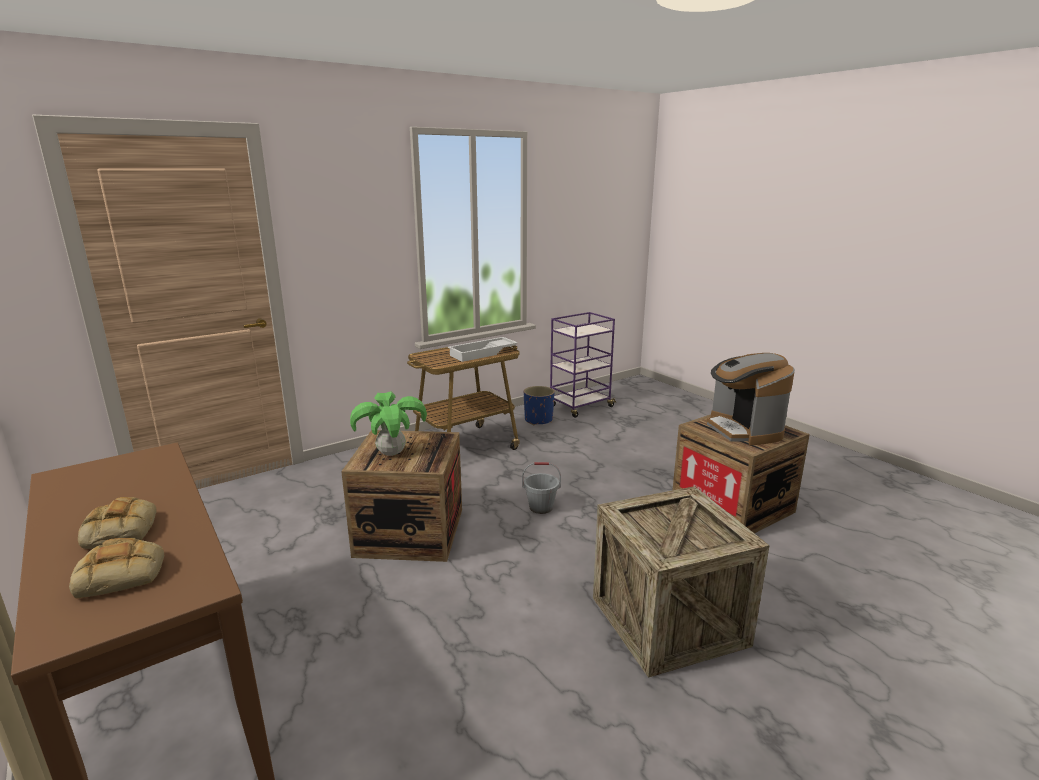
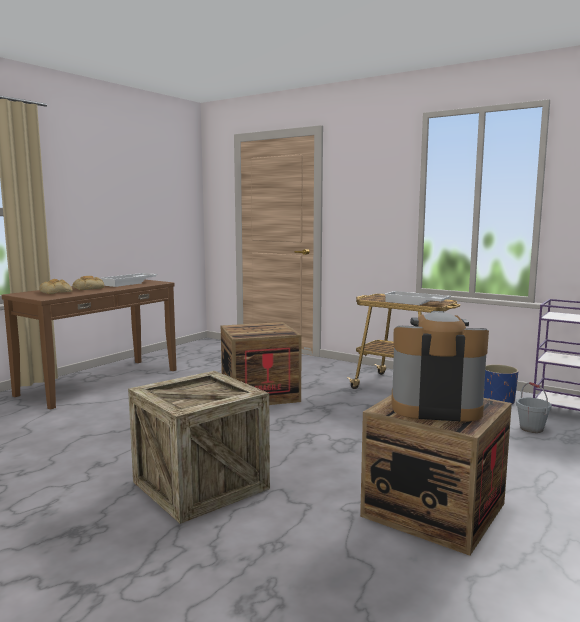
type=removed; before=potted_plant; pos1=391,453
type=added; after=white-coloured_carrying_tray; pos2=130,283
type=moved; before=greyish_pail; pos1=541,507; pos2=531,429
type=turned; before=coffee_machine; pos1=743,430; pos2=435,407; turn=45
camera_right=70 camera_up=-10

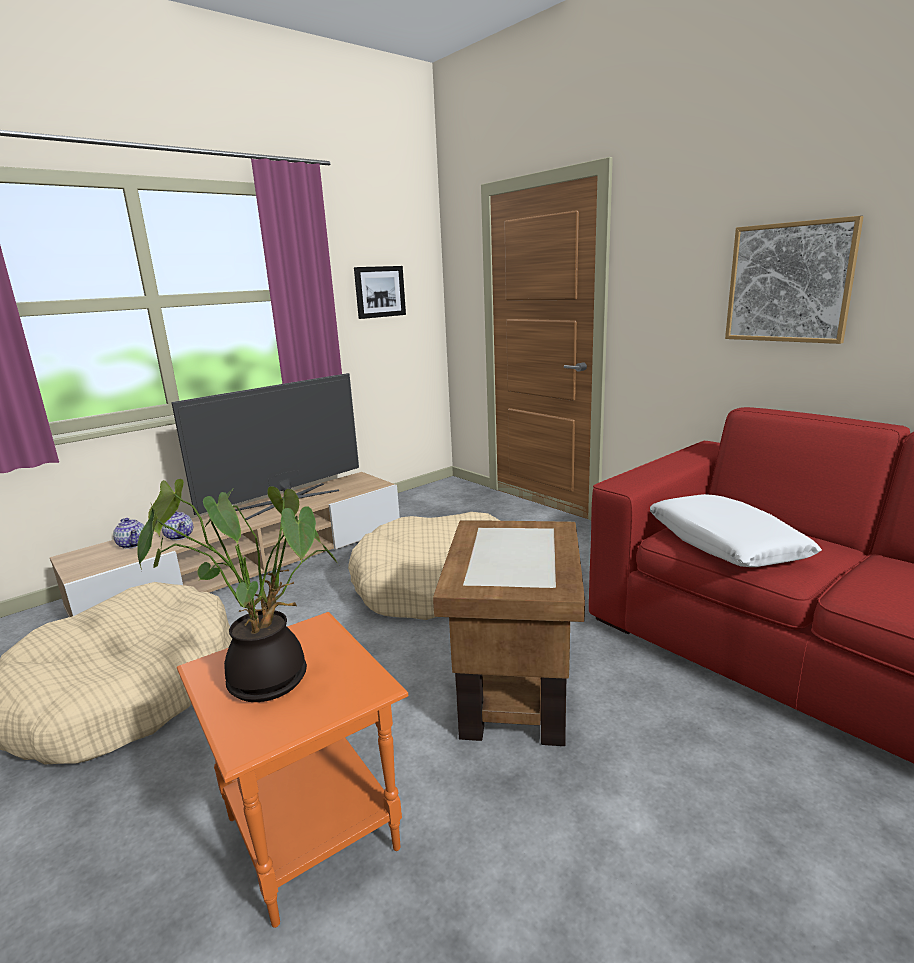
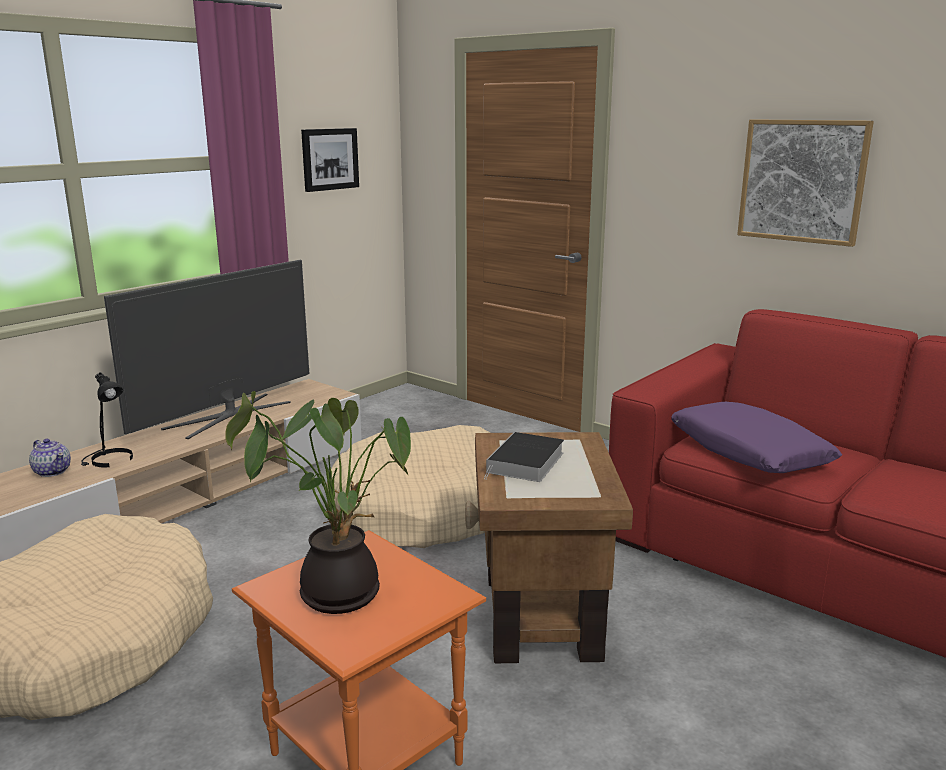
type=added; after=bound_book; pos2=525,463
type=replaced; before=pot_for_tea; after=blackish_tabletop_lamp; pos1=179,536; pos2=109,460
type=recoloured; before=white-coloured_cushion; after=purple-coloured_cushion; pos1=724,544; pos2=748,452
camera_right=-10 camera_up=0

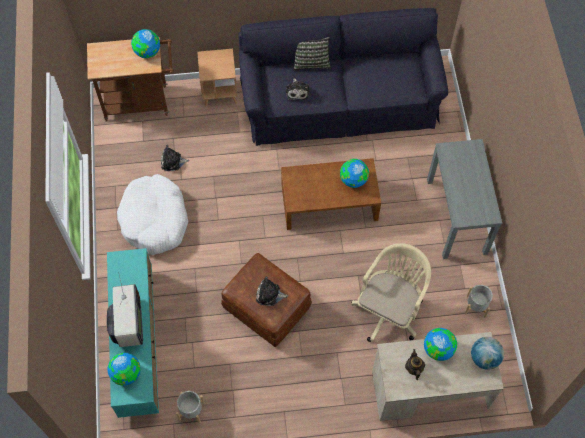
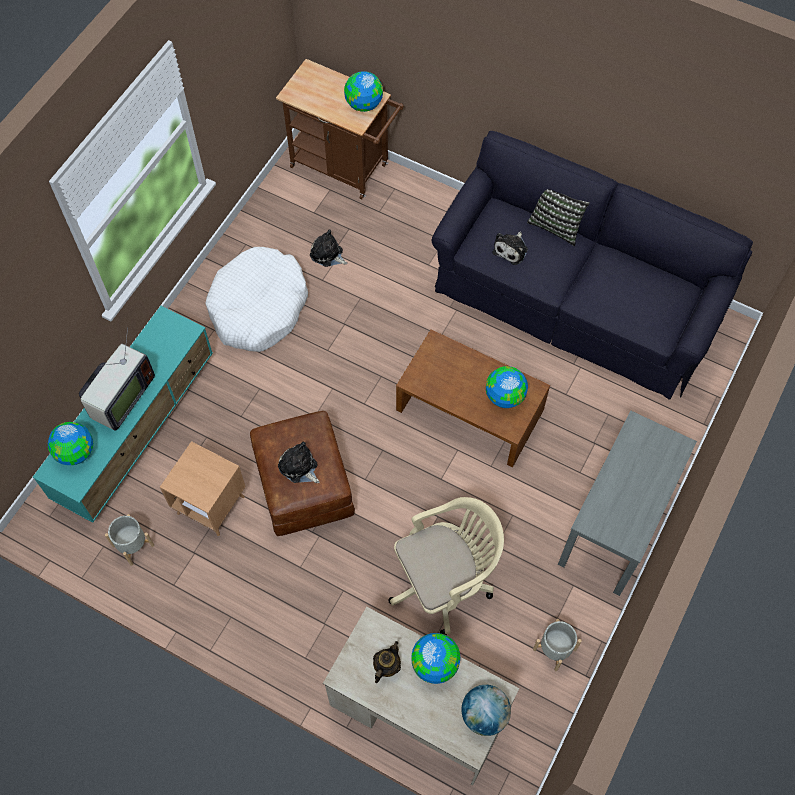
type=moved; before=brown-coloured_side_table; pos1=219,92; pos2=211,505
camera_right=35 camera_up=0

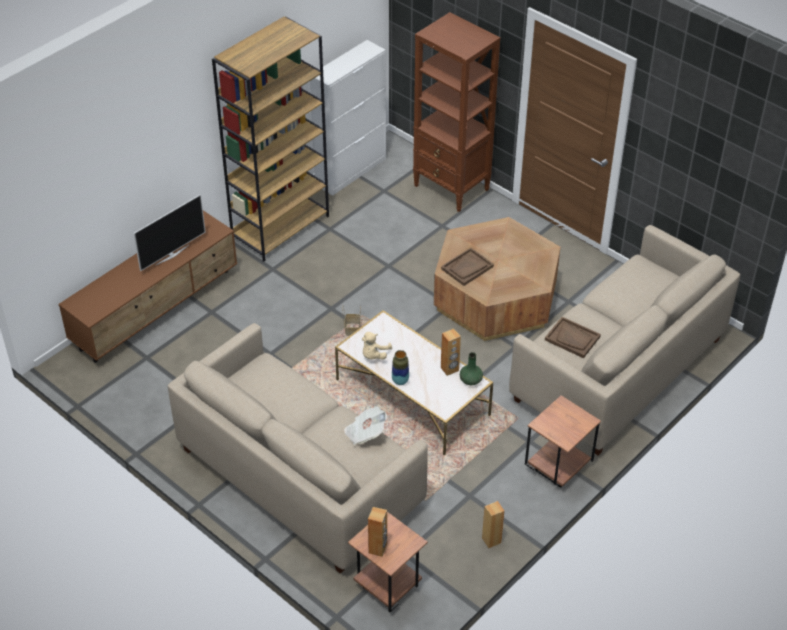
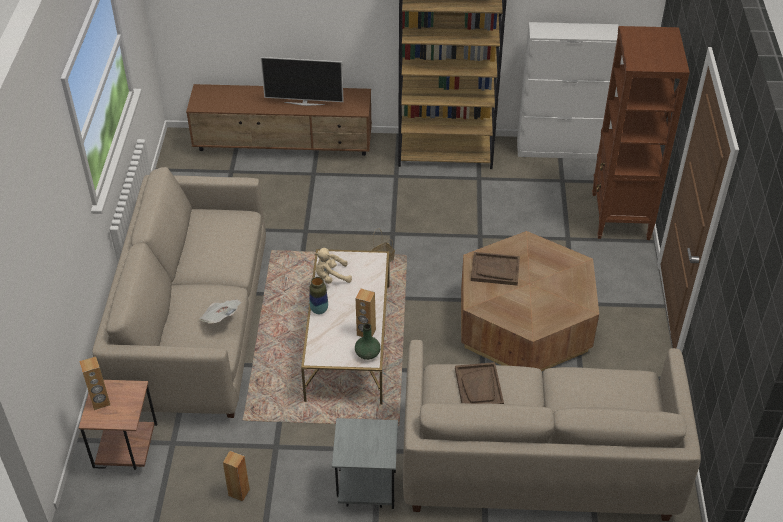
type=recoloured; before=brown-coloured_side_table; after=greyish_side_table; pos1=558,470; pos2=366,492
camera_right=50 camera_up=0

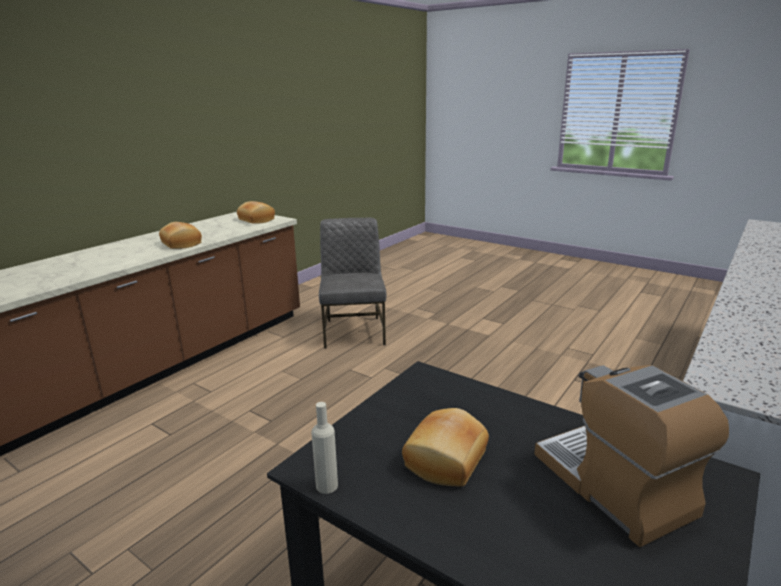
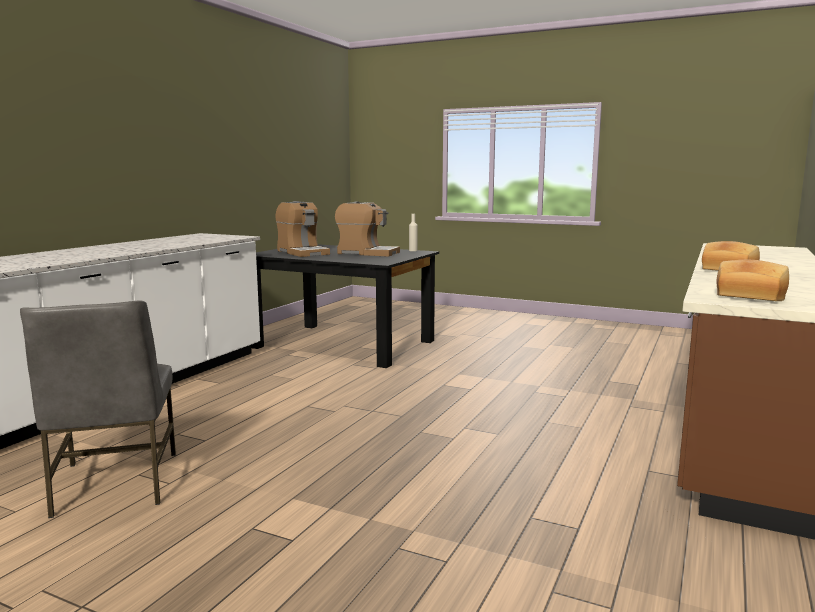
type=moved; before=greyish_chair; pos1=354,331; pos2=114,484
type=replaced; before=baked_bread; after=coffee_machine; pos1=447,461; pos2=367,253
camera_right=170 camera_up=-10

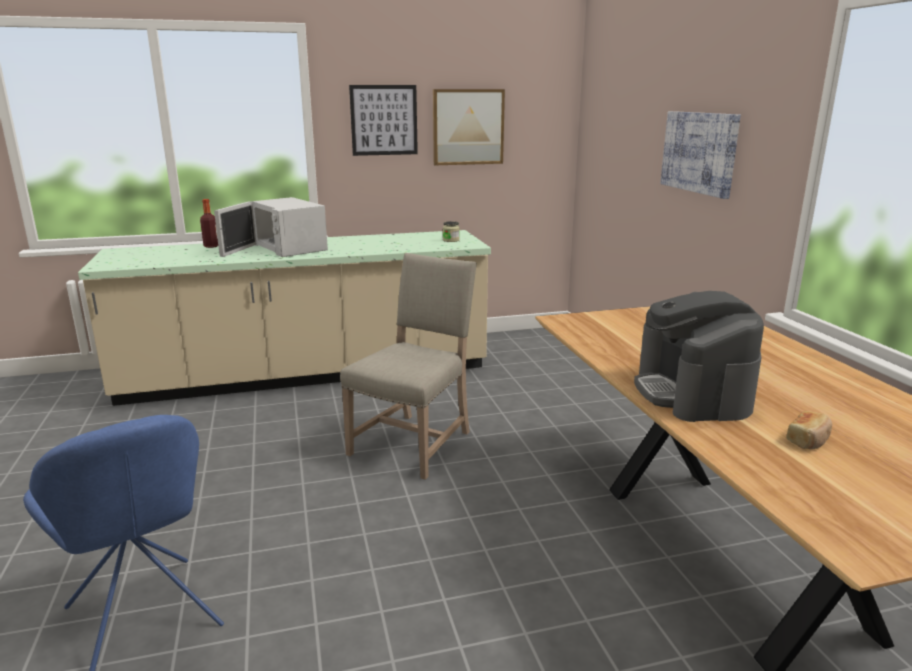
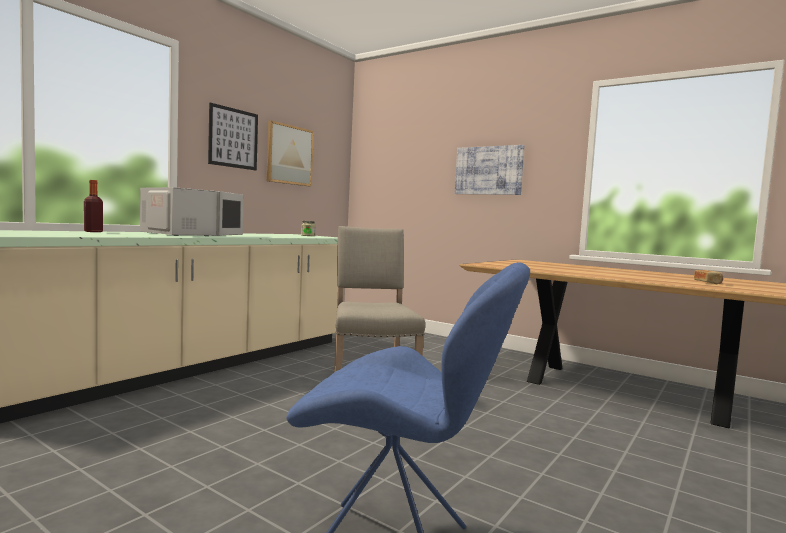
type=removed; before=coffee_machine; pos1=692,393
type=turned; before=white-coloured_kitchen_microwave; pos1=285,248; pos2=183,234; turn=-150
camera_right=-40 camera_up=-15

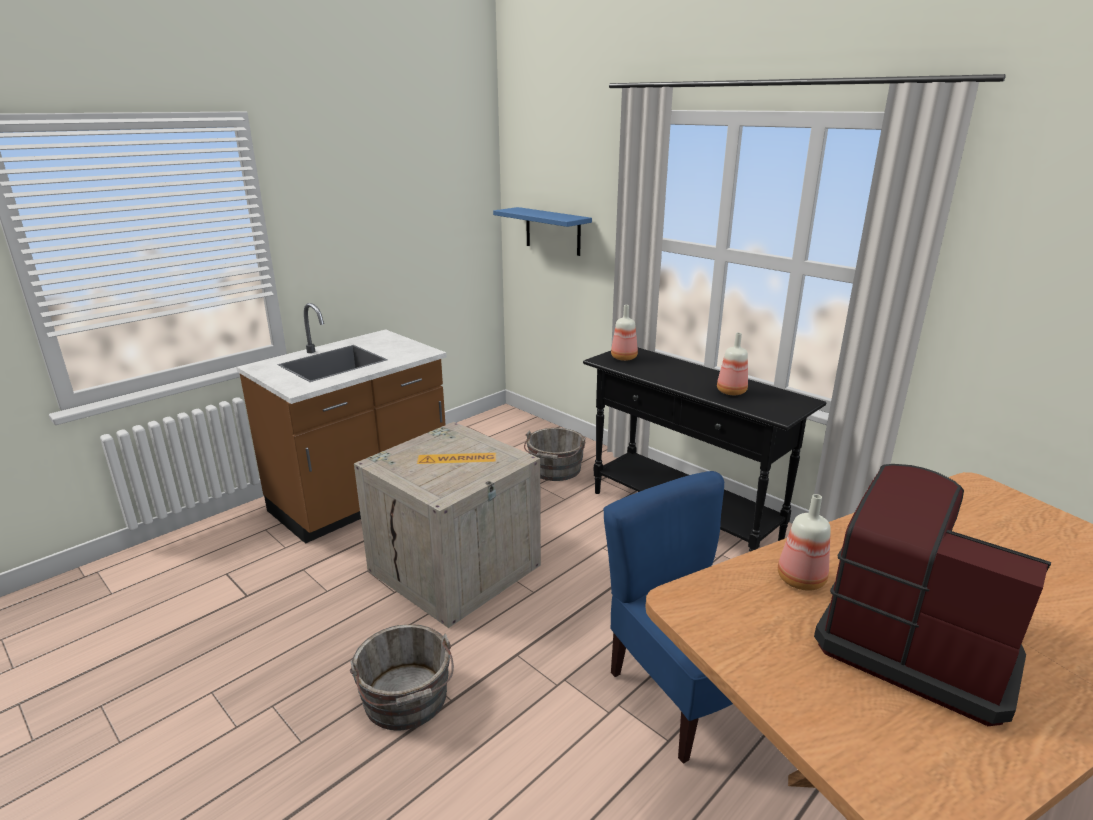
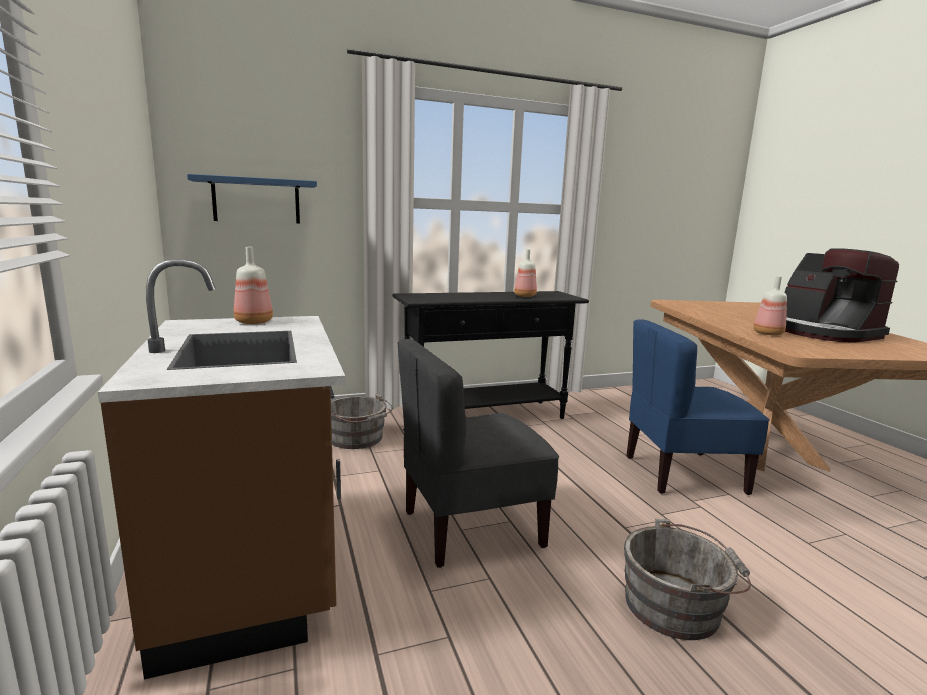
type=moved; before=beverage_bottle; pos1=624,357; pos2=253,322
type=replaced; before=crate; after=greyish_chair; pos1=454,566; pos2=471,528
type=turned; before=coffee_machine; pos1=914,645; pos2=823,333; turn=-90
camera_right=-65 camera_up=-10

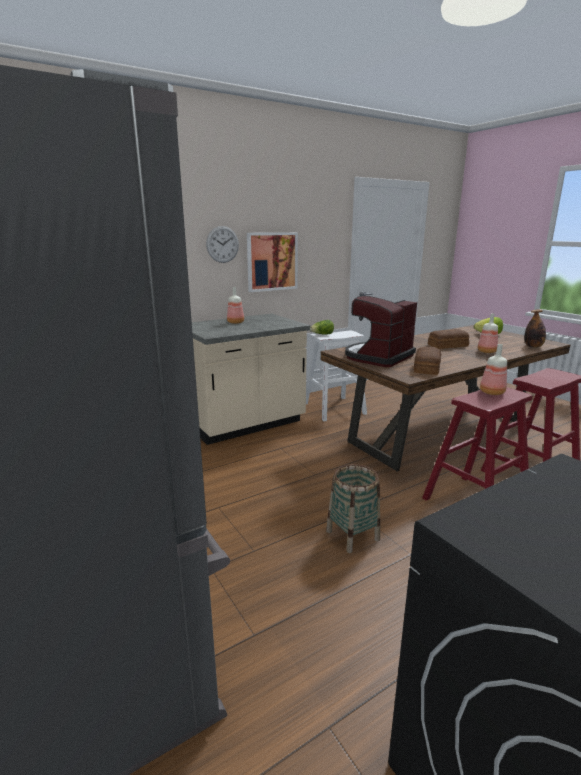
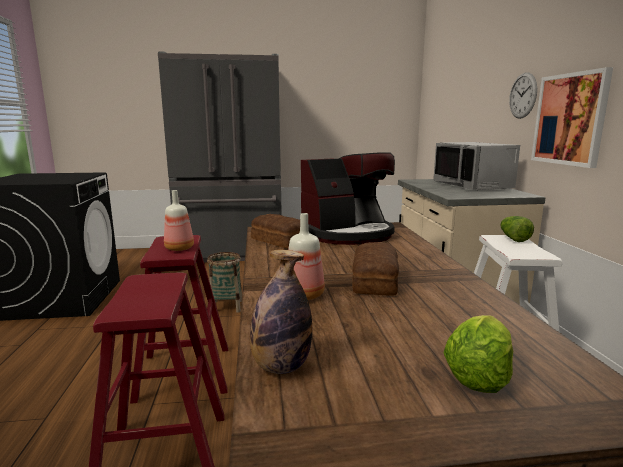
type=replaced; before=beverage_bottle; after=greyish_kitchen_microwave; pos1=235,322; pos2=473,186
type=turned; before=coffee_machine; pos1=378,357; pos2=347,234; turn=90
camera_right=115 camera_up=-5

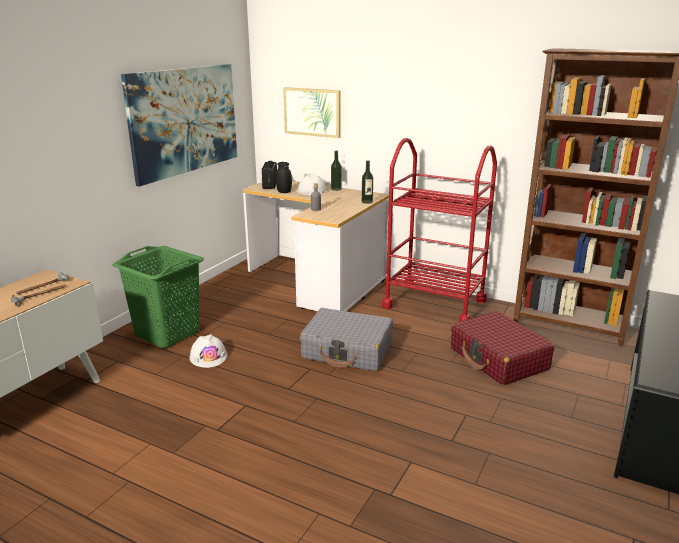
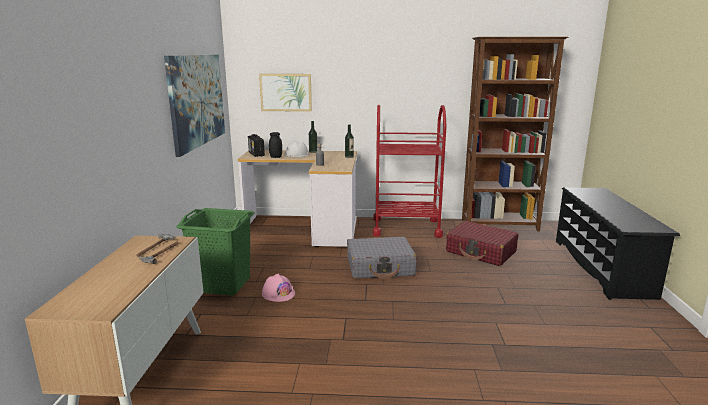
type=recoloured; before=white-coloured_safety_helmet; after=pink_safety_helmet; pos1=208,357; pos2=278,293
camera_right=-25 camera_up=-5

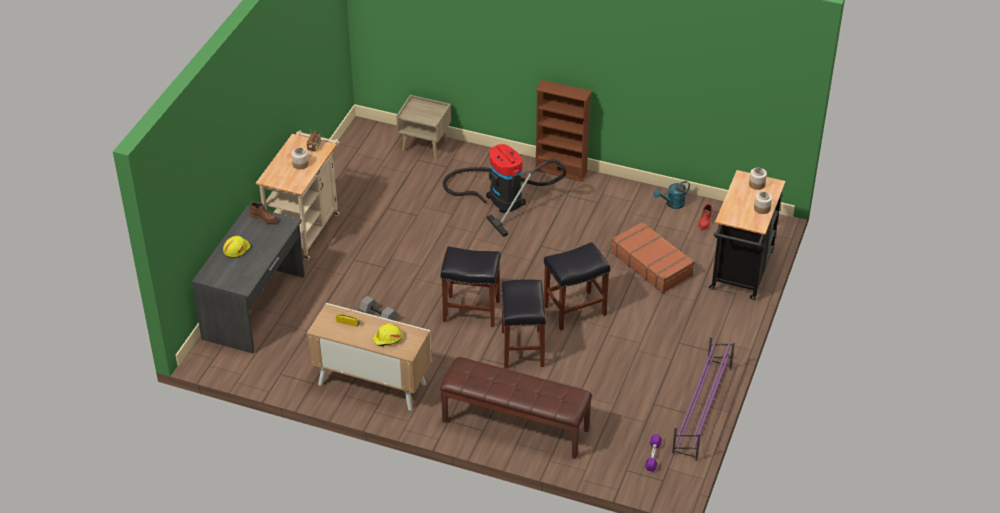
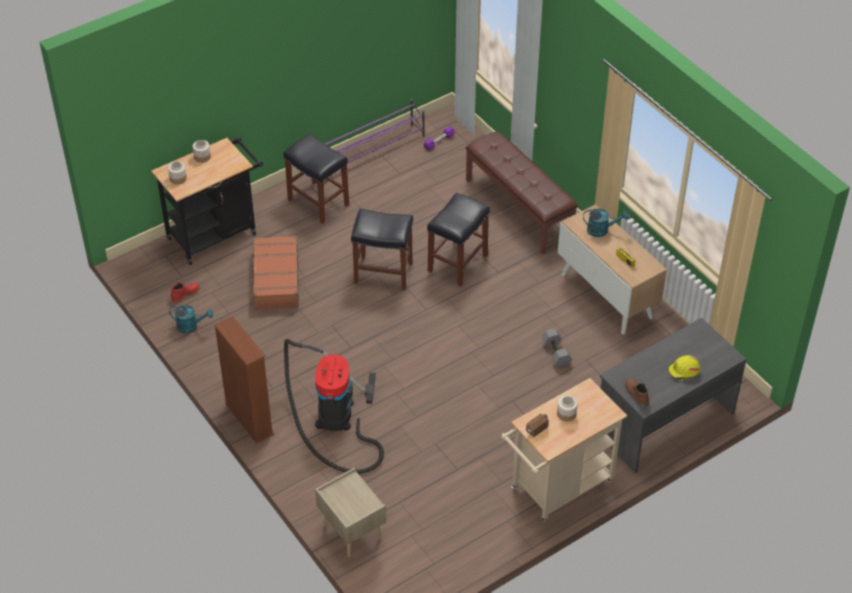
type=moved; before=blackish_stool; pos1=472,311; pos2=317,202
type=replaced; before=yellow-coloured_safety_helmet; after=blue-green_sprinkling_can; pos1=387,339; pos2=601,230
camera_right=-145 camera_up=5

